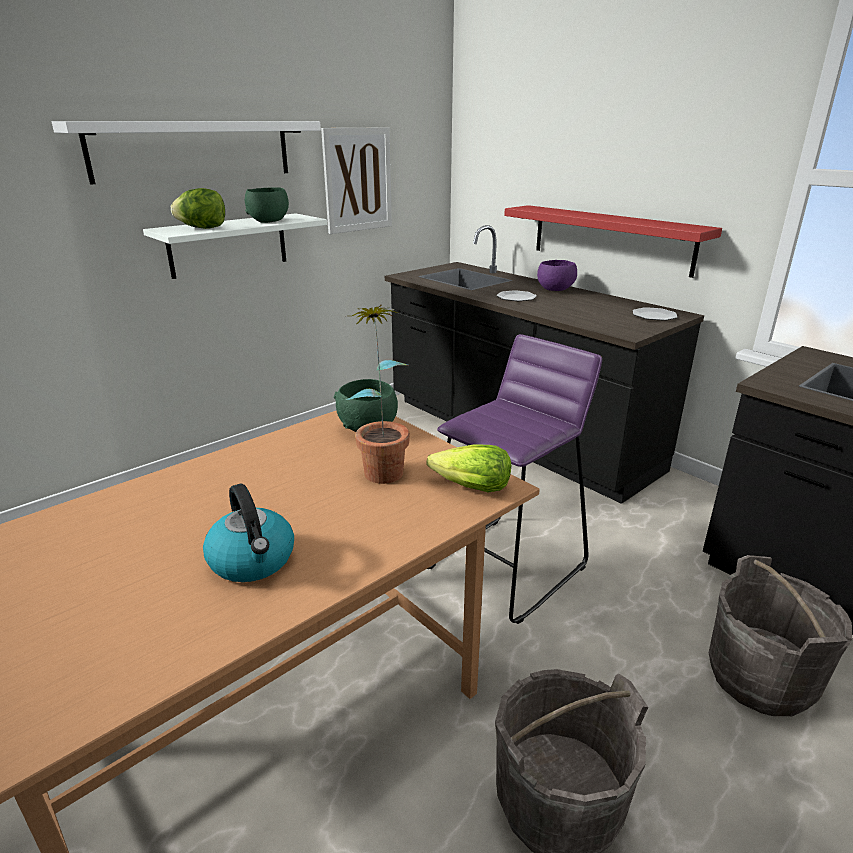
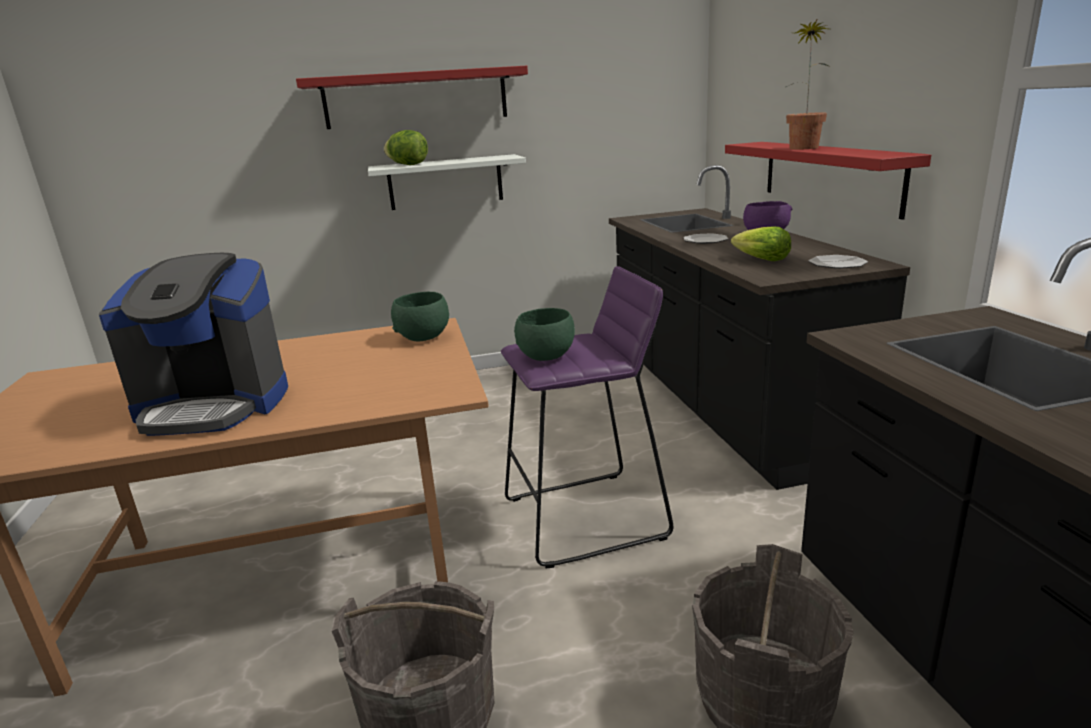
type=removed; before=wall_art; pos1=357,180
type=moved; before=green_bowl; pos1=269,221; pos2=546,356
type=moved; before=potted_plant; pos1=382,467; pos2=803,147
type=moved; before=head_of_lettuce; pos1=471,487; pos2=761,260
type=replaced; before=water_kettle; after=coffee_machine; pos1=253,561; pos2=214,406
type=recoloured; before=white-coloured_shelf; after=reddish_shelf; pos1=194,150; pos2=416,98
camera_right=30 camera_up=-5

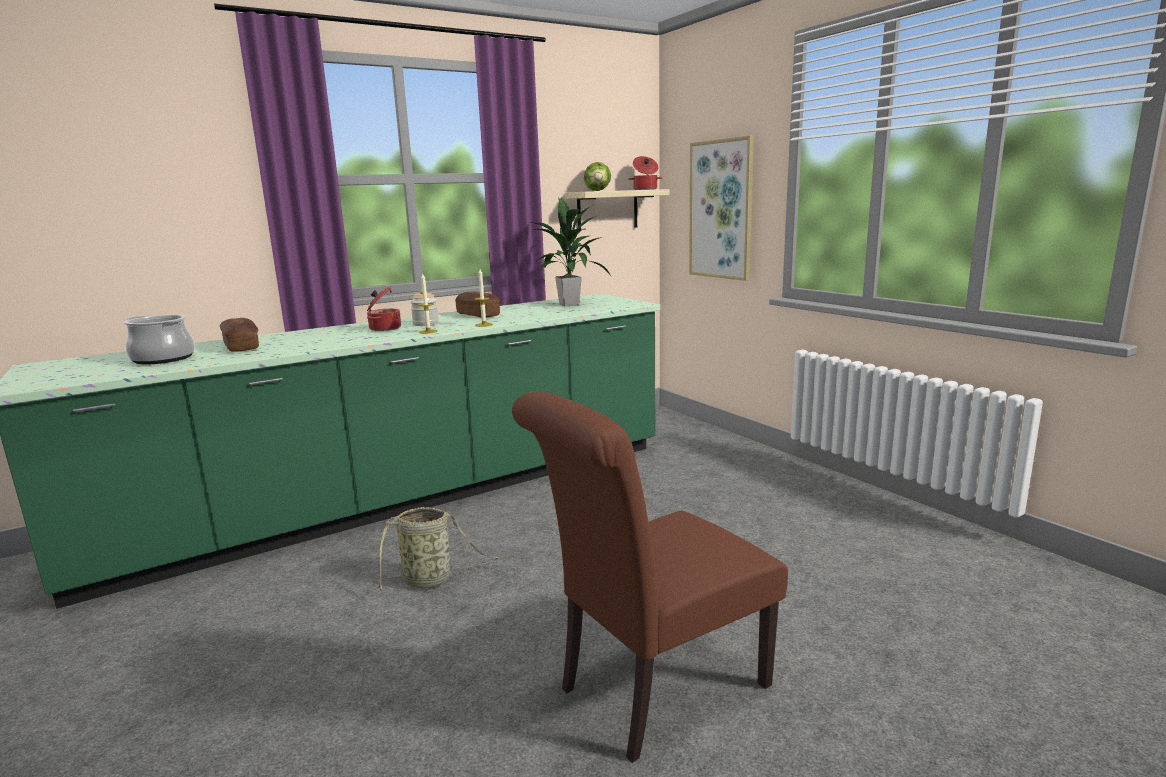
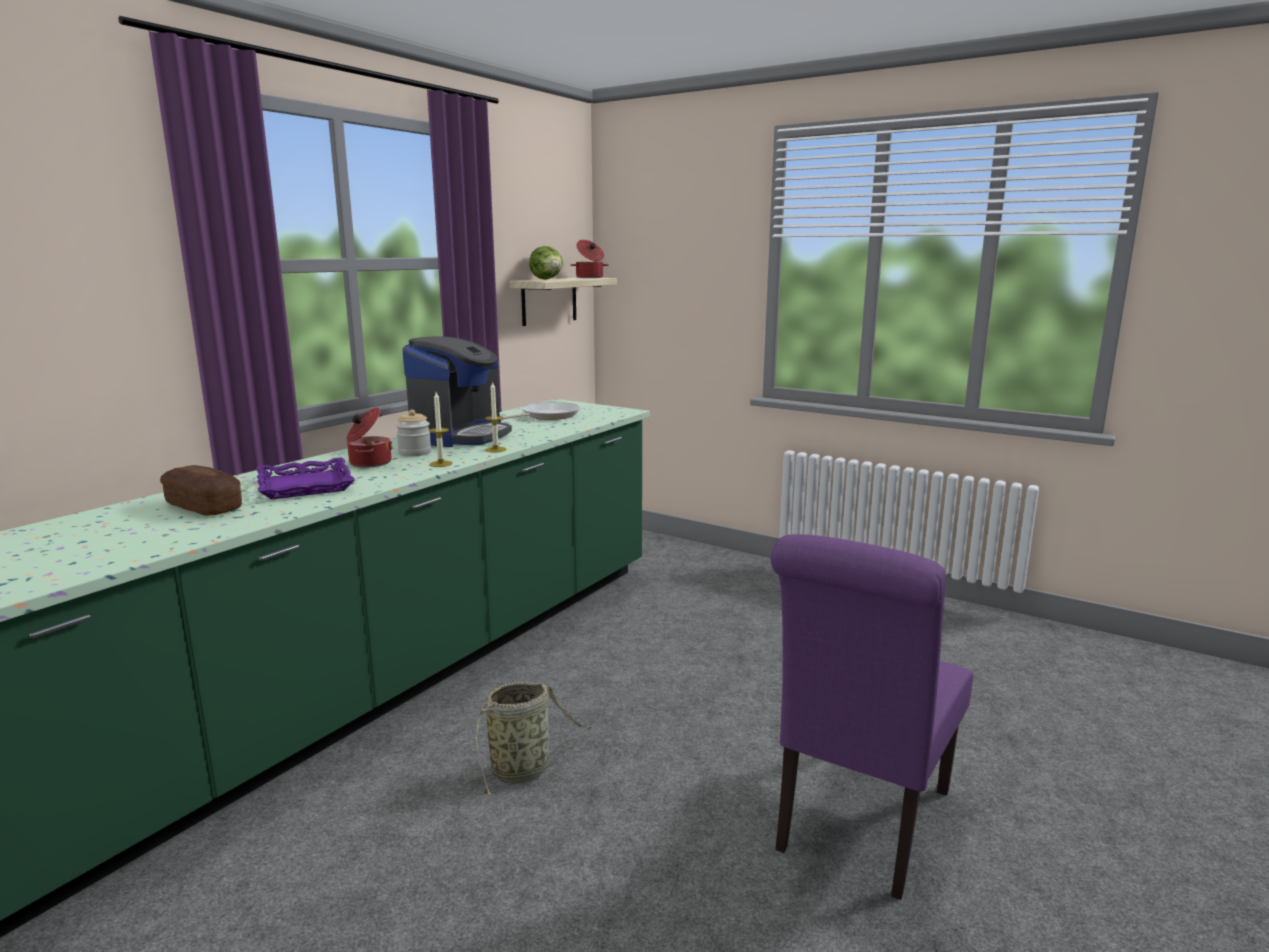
type=removed; before=stockpot; pos1=164,359
type=removed; before=wall_art; pos1=721,210
type=added; after=purple-coloured_carrying_tray; pos2=304,485
type=replaced; before=baked_bread; after=coffee_machine; pos1=478,315; pos2=460,436
type=replaced; before=potted_plant; after=skillet; pos1=569,304; pos2=547,416
type=recoloured; before=brown-coloured_chair; after=purple-coloured_chair; pos1=653,691; pos2=858,826
camera_right=-25 camera_up=0

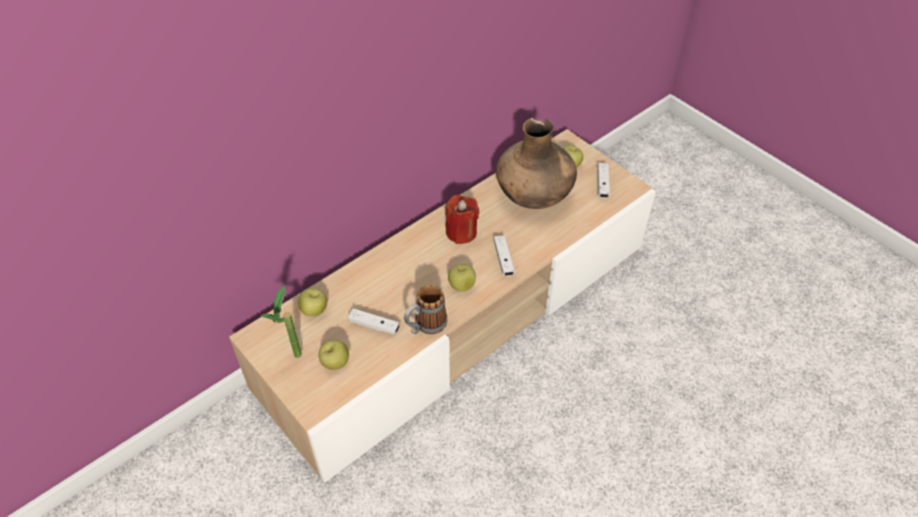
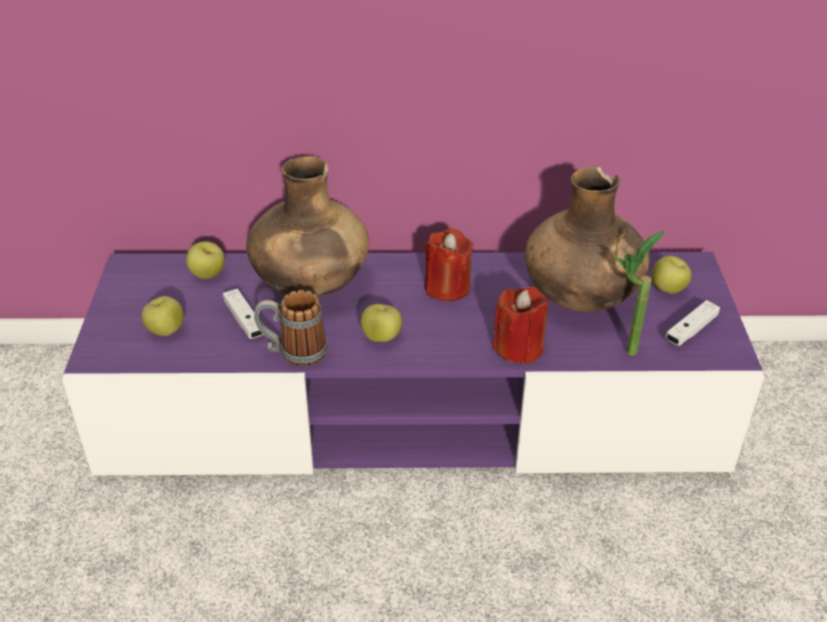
type=removed; before=white-coloured_game_controller; pos1=503,259
type=added; after=brown-coloured_vase; pos2=310,285
type=added; after=reddish_candle; pos2=519,347
type=moved; before=potted_plant; pos1=293,361; pos2=622,355
type=recoloured; before=beige-coloured_tv_stand; after=purple-coloured_tv_stand; pos1=459,316; pos2=412,411
camera_right=40 camera_up=-10

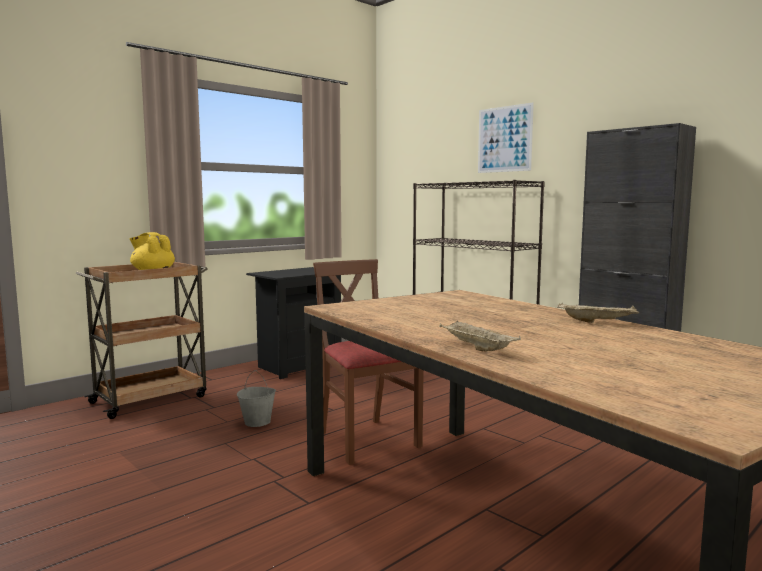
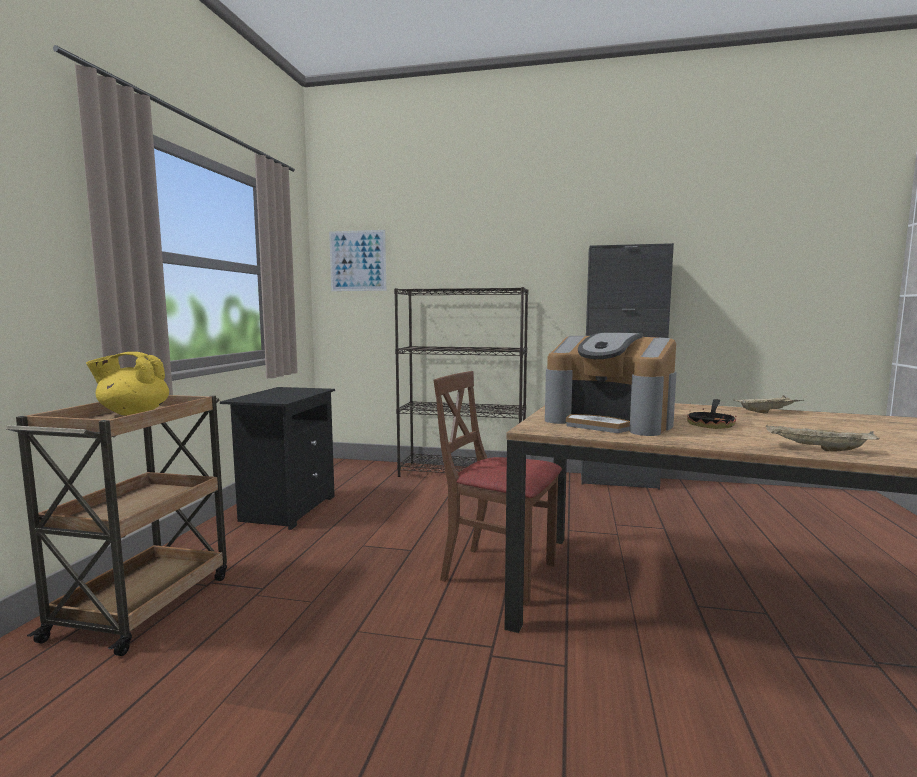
type=removed; before=greyish_pail; pos1=257,422
type=added; after=coffee_machine; pos2=610,422
type=added; after=skillet; pos2=711,424
type=moved; before=wall_art; pos1=504,139; pos2=357,261
camera_right=-35 camera_up=0

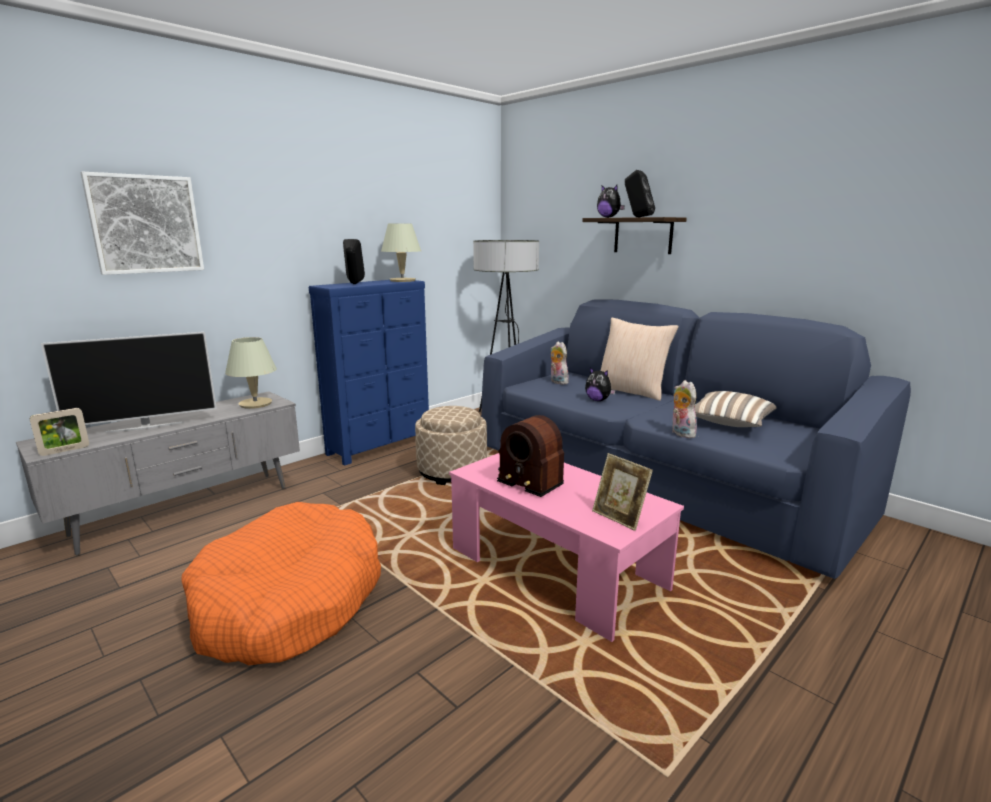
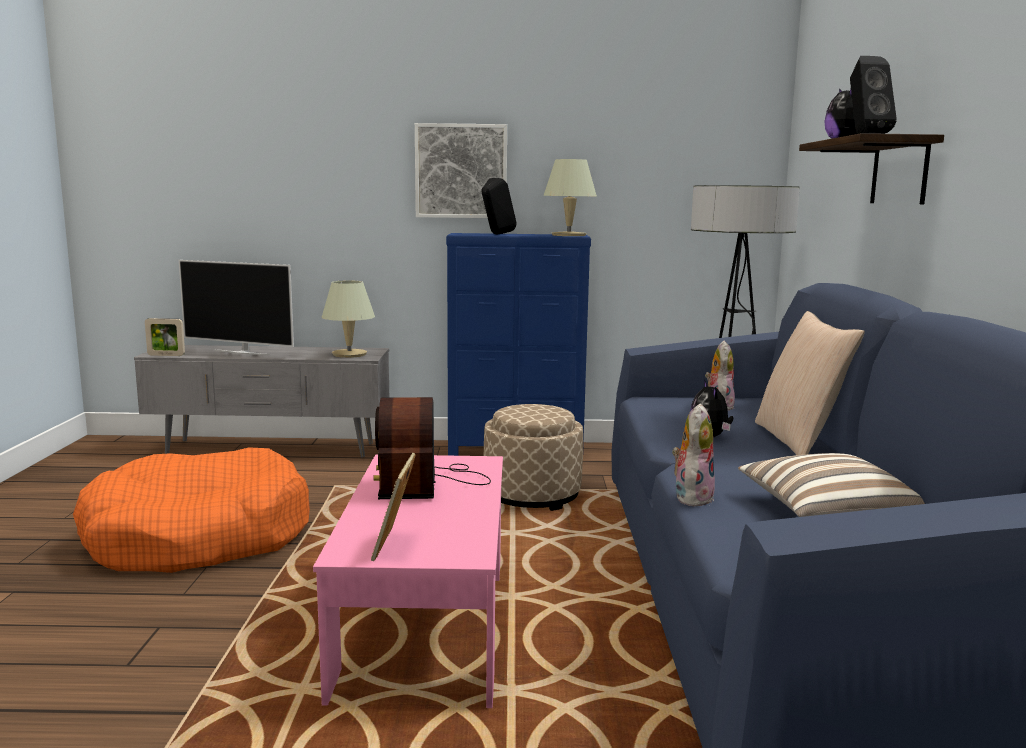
type=moved; before=wall_art; pos1=146,224; pos2=461,171
camera_right=45 camera_up=-5

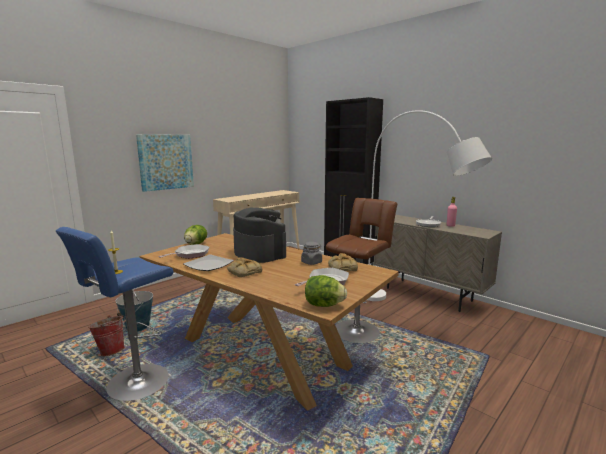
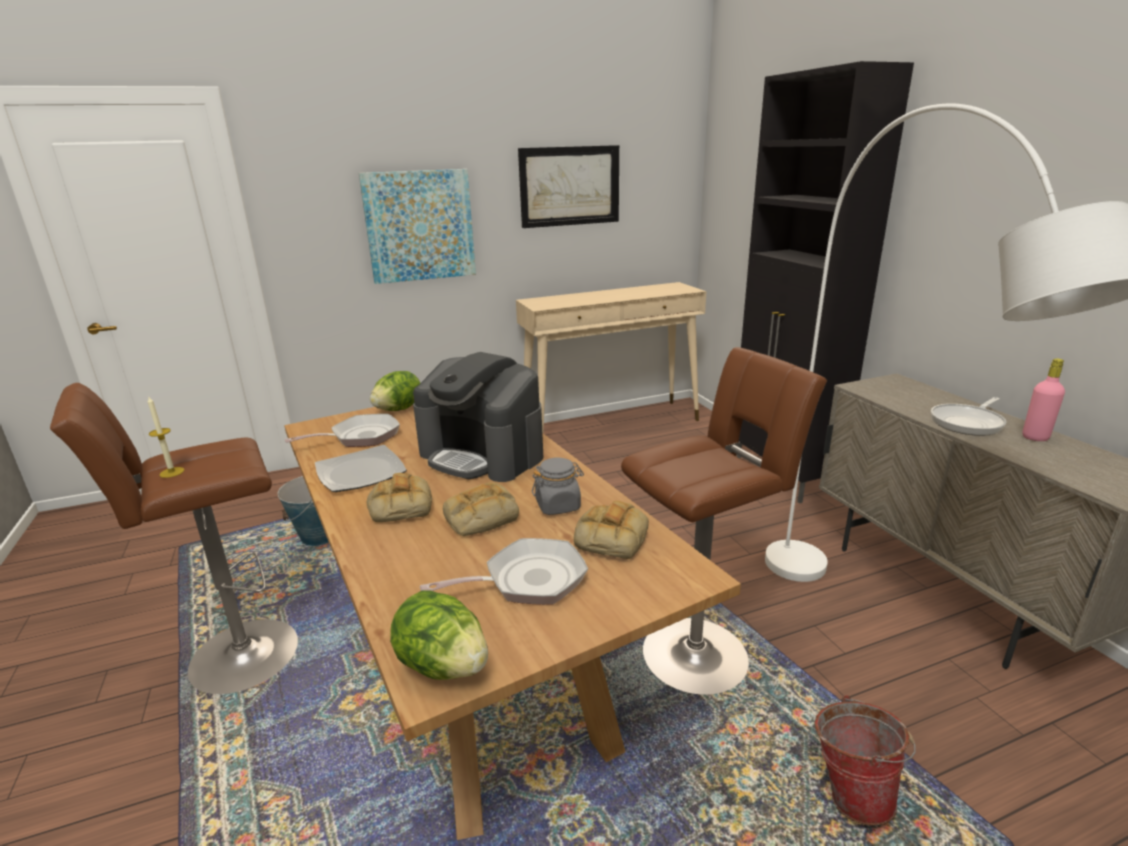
type=added; after=baked_bread; pos2=480,517
type=added; after=wall_art; pos2=569,186
type=moved; before=pail; pos1=111,350; pos2=851,791
type=recoloured; before=bluish_stool; after=brown-coloured_stool; pos1=134,384; pos2=235,658
type=turned; before=coffee_machine; pos1=259,253; pos2=483,454; turn=135
camera_right=25 camera_up=10

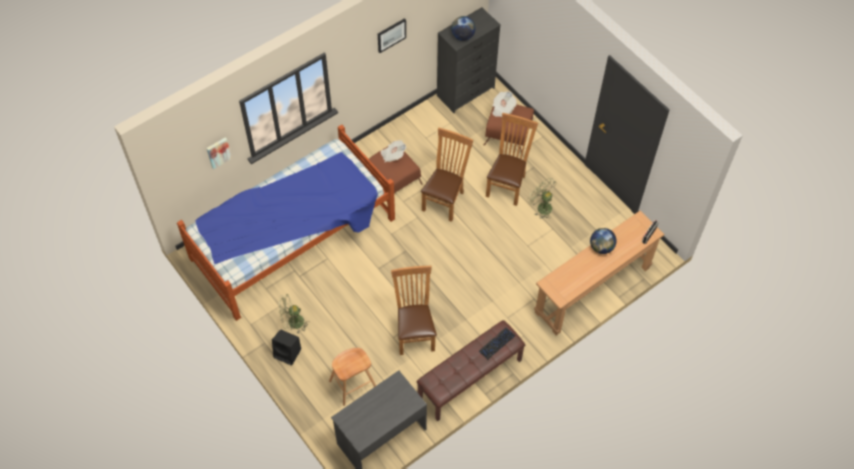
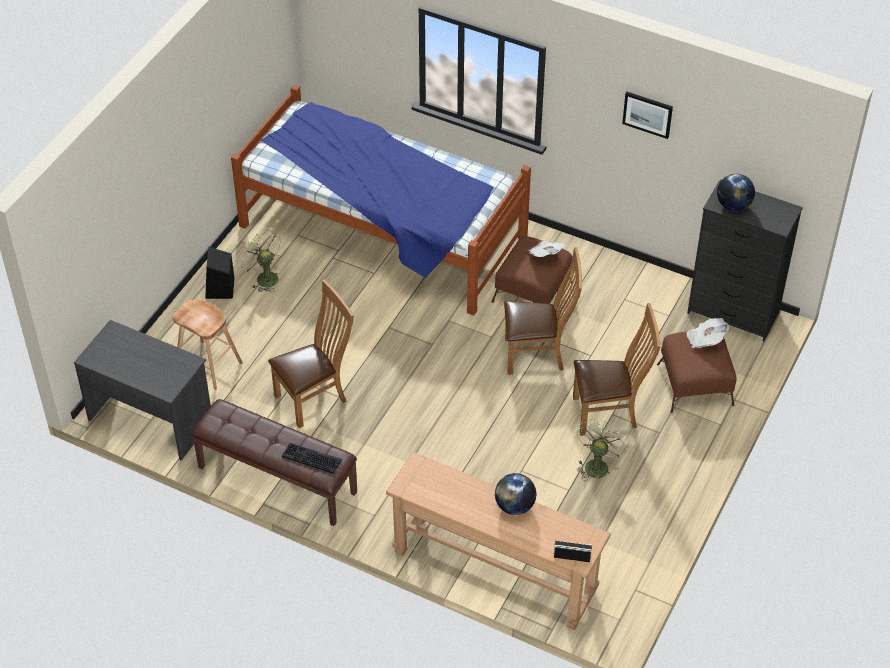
type=removed; before=wall_art; pos1=218,152
camera_right=65 camera_up=-10

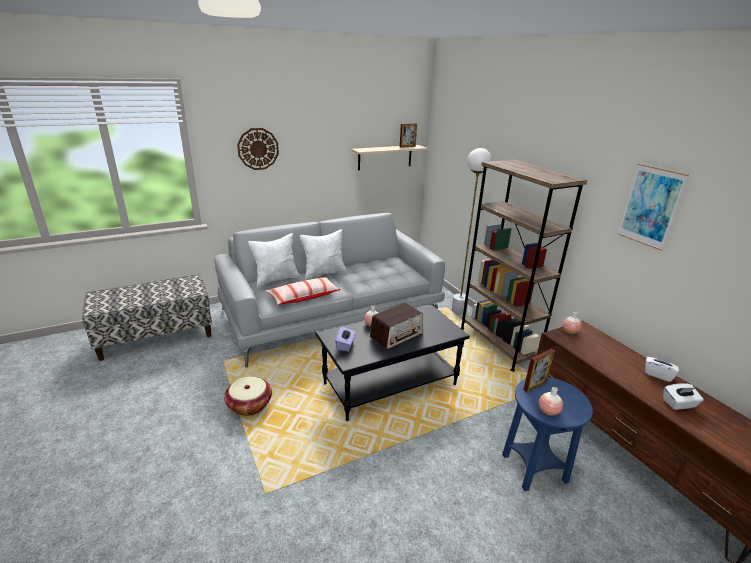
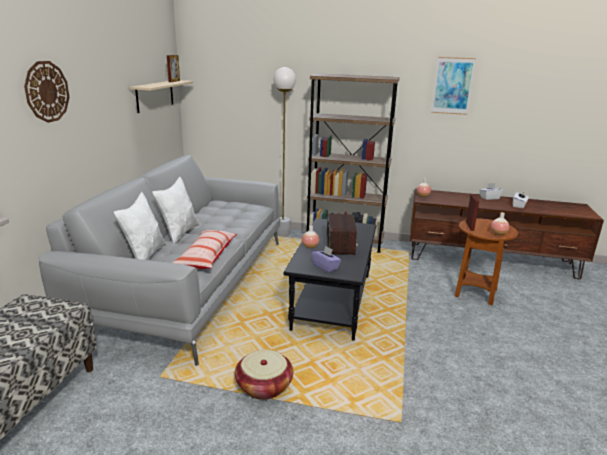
type=recoloured; before=bluish_side_table; after=brown-coloured_side_table; pos1=534,468; pos2=475,293
camera_right=-50 camera_up=-5

